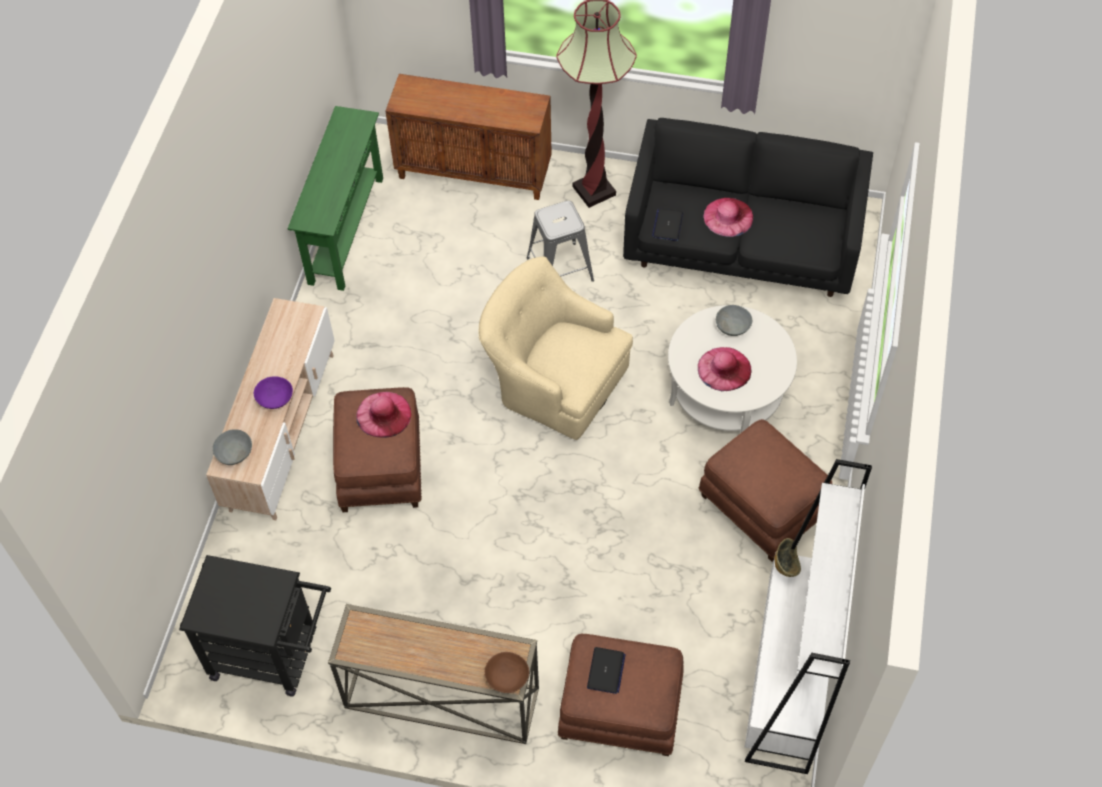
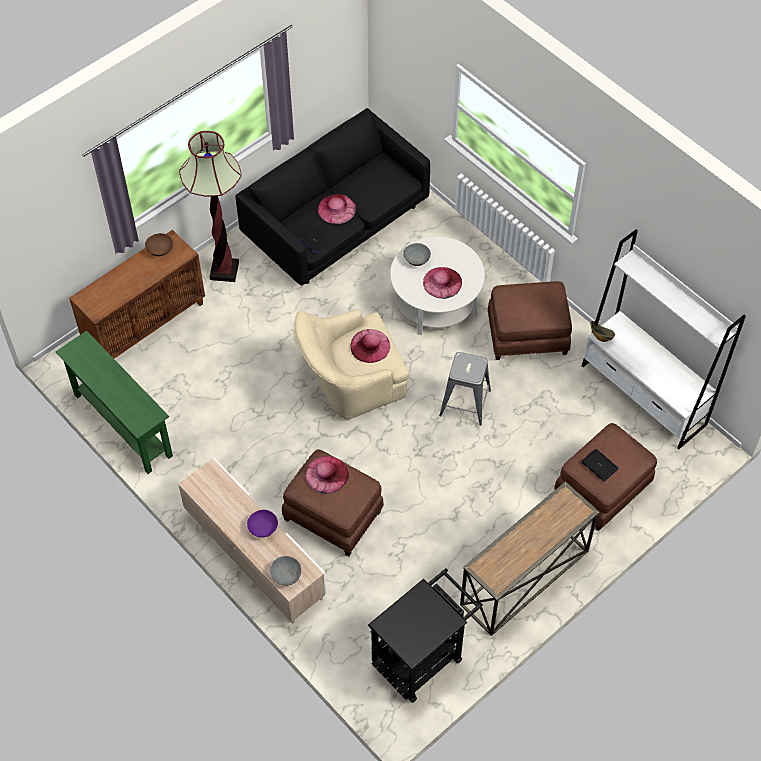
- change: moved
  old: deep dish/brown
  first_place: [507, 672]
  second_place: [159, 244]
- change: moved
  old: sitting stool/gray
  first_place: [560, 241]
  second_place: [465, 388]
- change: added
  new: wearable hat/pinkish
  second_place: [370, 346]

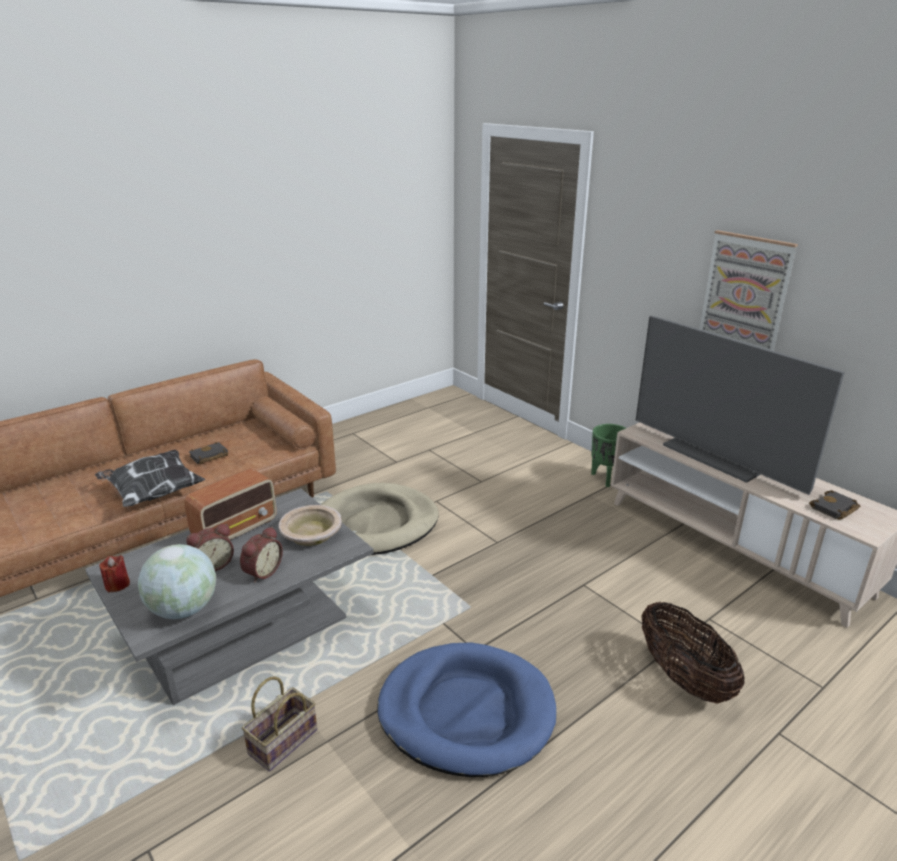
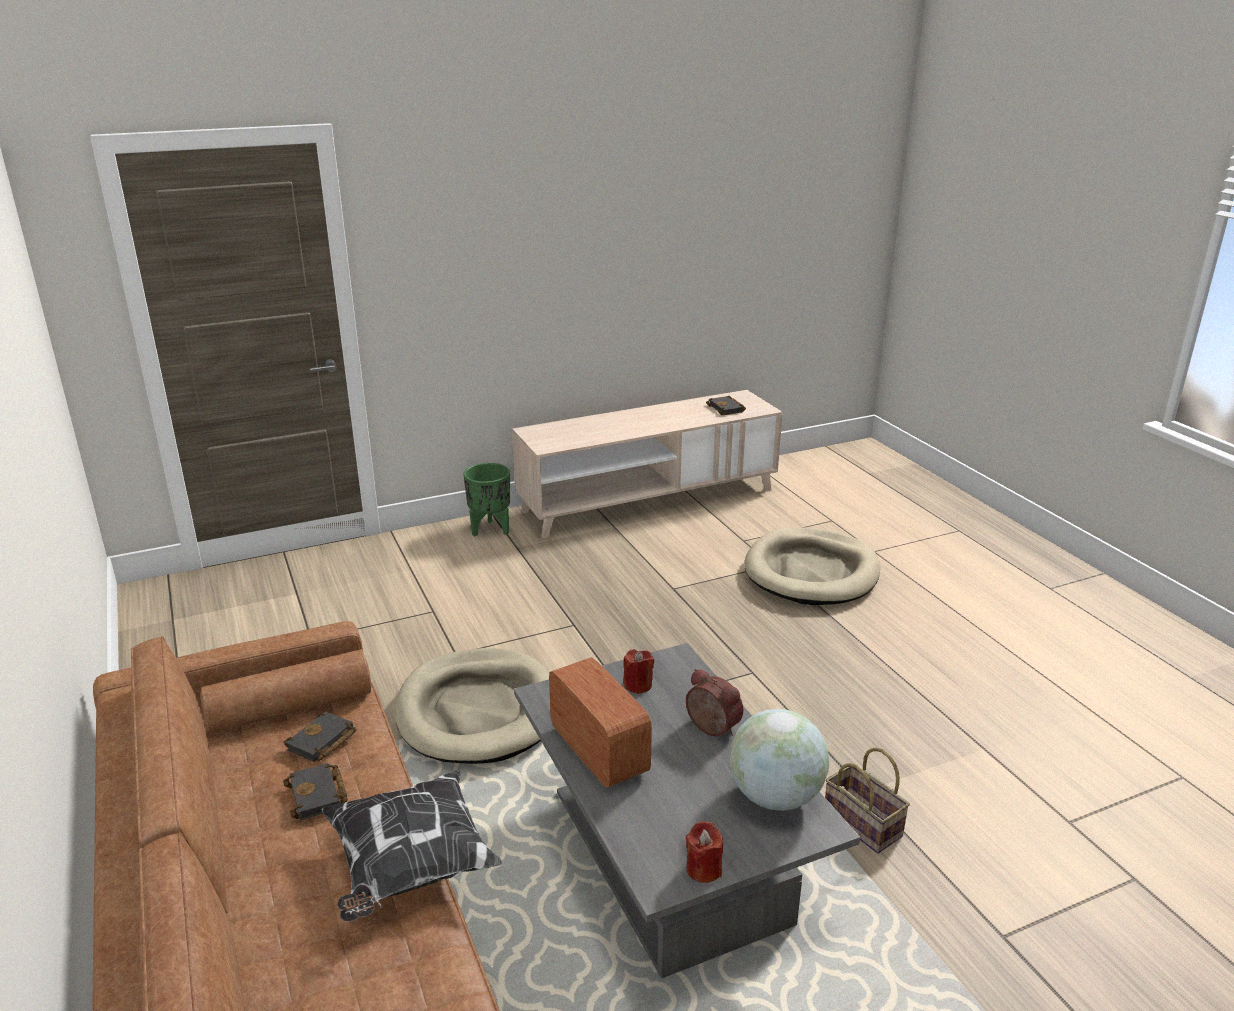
- change: removed
  old: bedside clock
  first_place: [210, 547]
- change: replaced
  old: deep dish/sand-coloured
  new: wax light/reddish
  first_place: [310, 525]
  second_place: [638, 671]
- change: removed
  old: pet bed/bluish
  first_place: [467, 710]
- change: removed
  old: TV
  first_place: [740, 405]
- change: replaced
  old: storage basket
  new: pet bed/sand-coloured
  first_place: [693, 652]
  second_place: [812, 566]
- change: removed
  old: wall picture
  first_place: [749, 290]
- change: added
  new: bound book/blackish
  second_place: [320, 736]

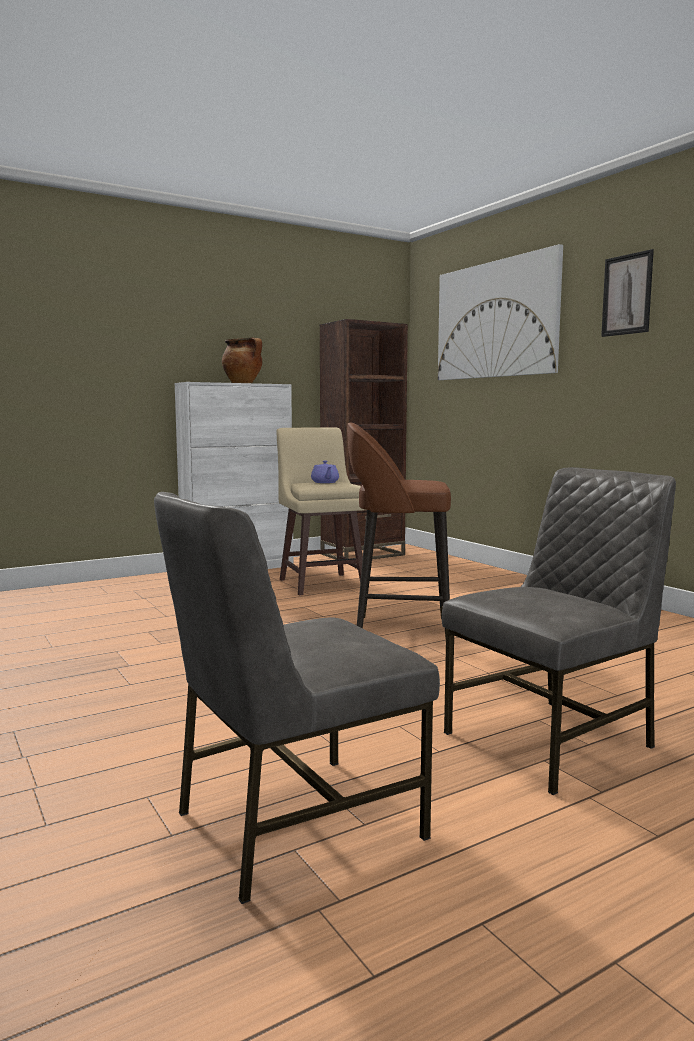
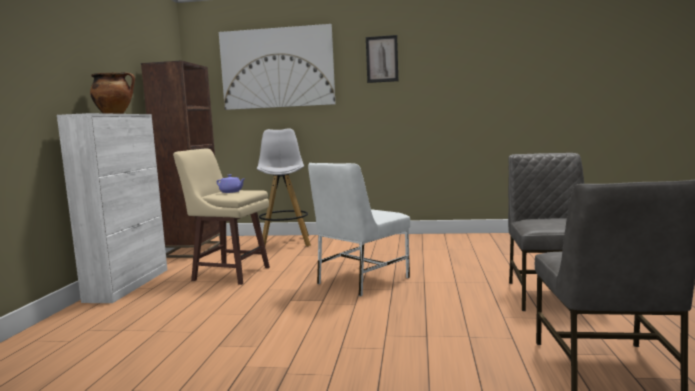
- change: replaced
  old: sitting stool/brown
  new: upright chair/white
  first_place: [399, 530]
  second_place: [359, 230]
- change: added
  new: sitting stool/white
  second_place: [284, 187]

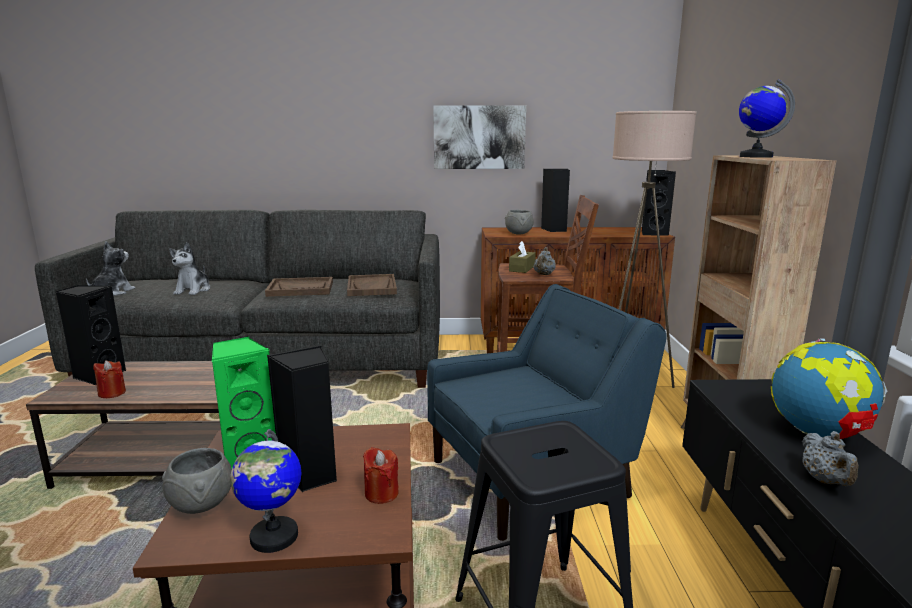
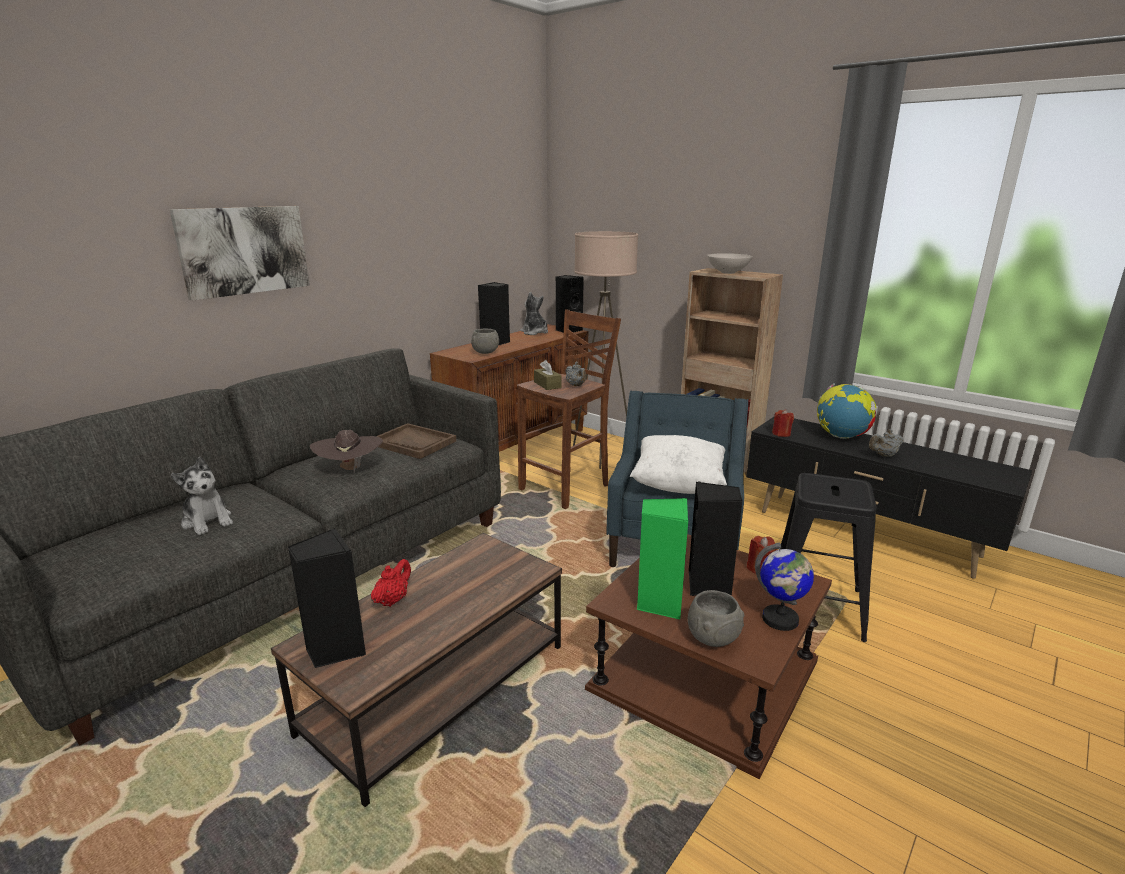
- change: moved
  old: soft toy
  first_place: [110, 268]
  second_place: [534, 313]
- change: moved
  old: wax light/reddish
  first_place: [109, 379]
  second_place: [783, 423]
- change: replaced
  old: tray/brown
  new: wearable hat/brown
  first_place: [299, 287]
  second_place: [346, 451]
- change: moved
  old: wall picture
  first_place: [479, 137]
  second_place: [240, 253]
- change: replaced
  old: globe
  new: deep dish/white
  first_place: [767, 118]
  second_place: [730, 263]
- change: turned
  old: tea pot/gray
  first_place: [830, 458]
  second_place: [886, 443]
  degrees: 120
- change: added
  new: tea pot/reddish
  second_place: [391, 583]
- change: added
  new: pillow/white
  second_place: [678, 464]

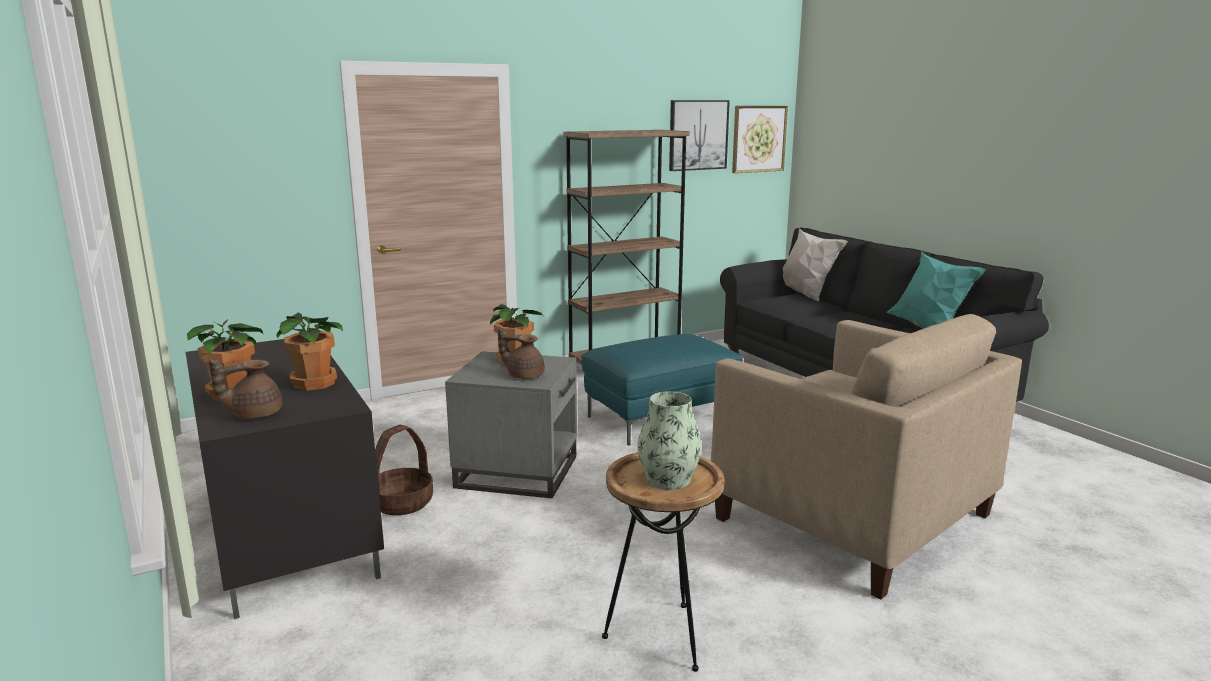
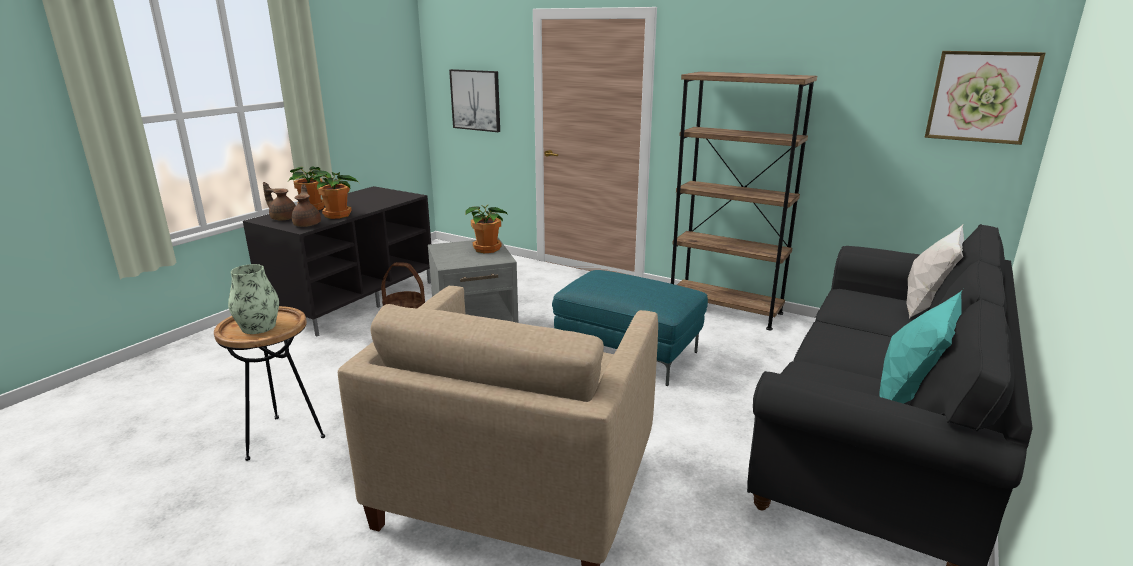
- change: moved
  old: tea pot/brown
  first_place: [521, 353]
  second_place: [306, 205]
- change: moved
  old: wall picture
  first_place: [699, 135]
  second_place: [474, 100]

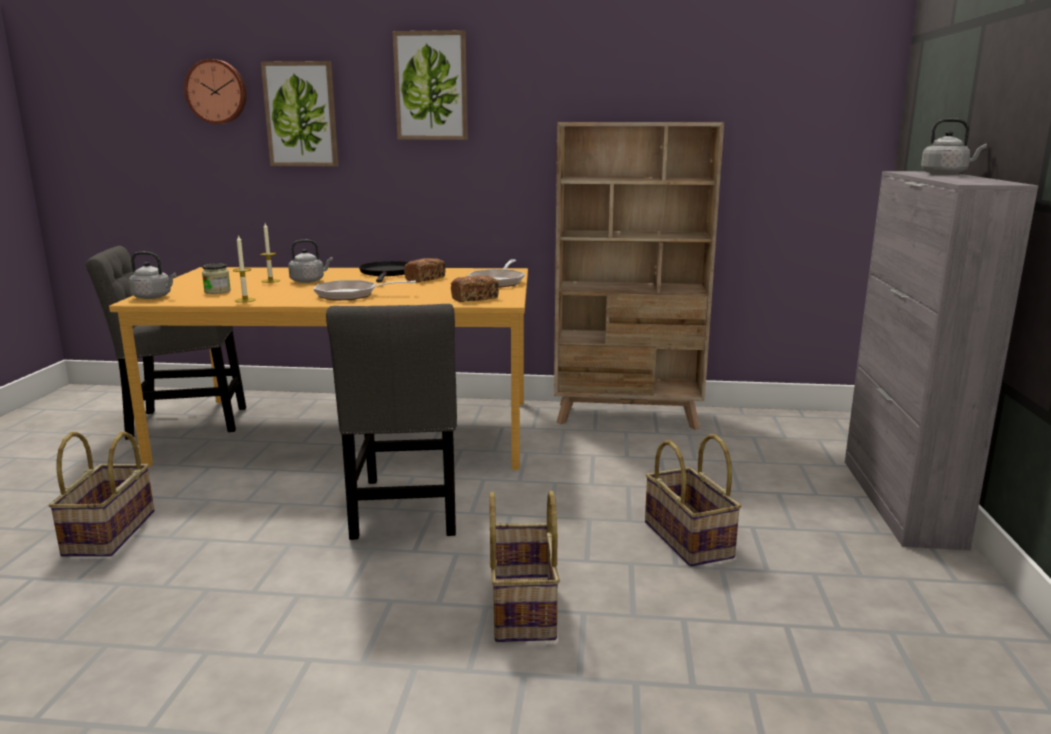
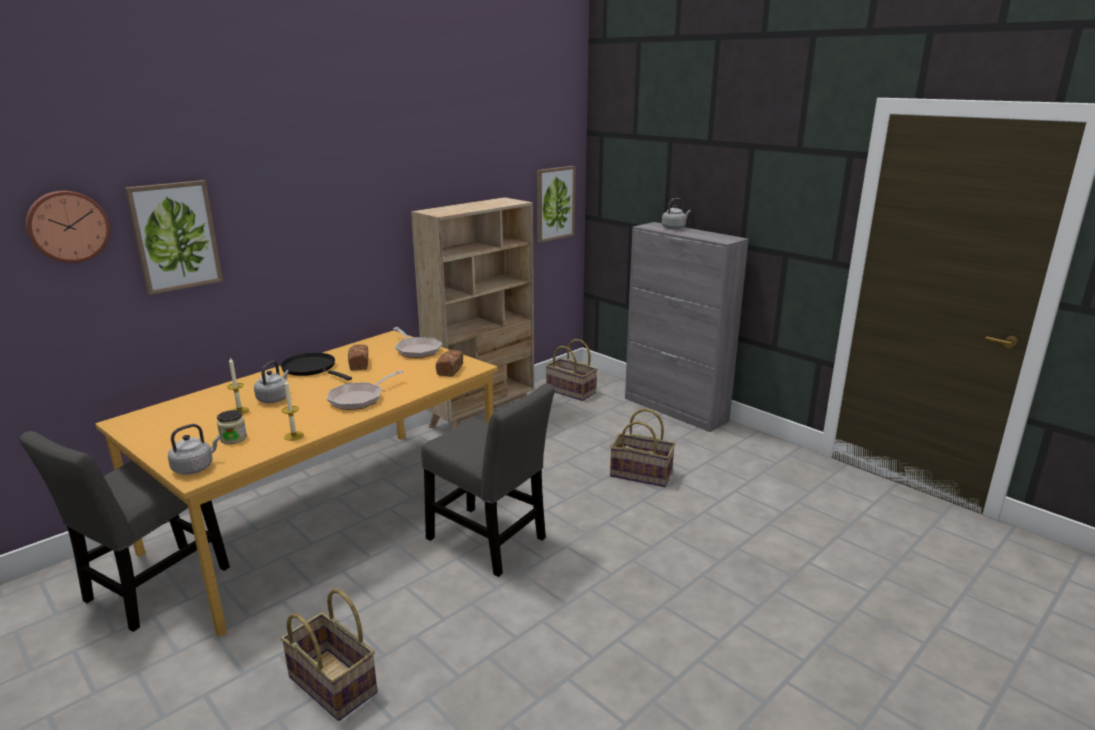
- change: moved
  old: wall picture
  first_place: [430, 85]
  second_place: [556, 204]
- change: moved
  old: storage basket
  first_place: [524, 566]
  second_place: [571, 370]

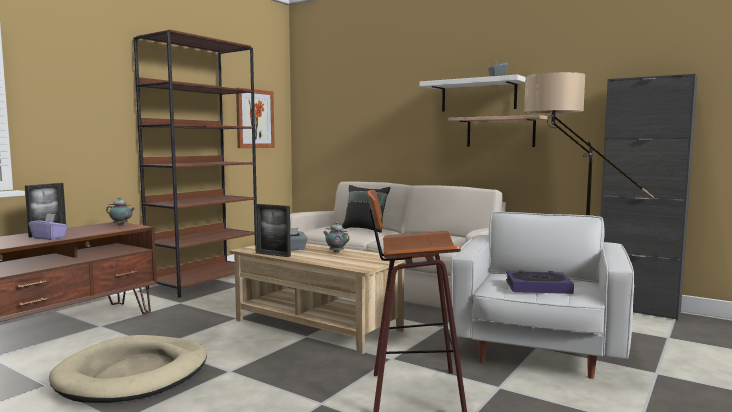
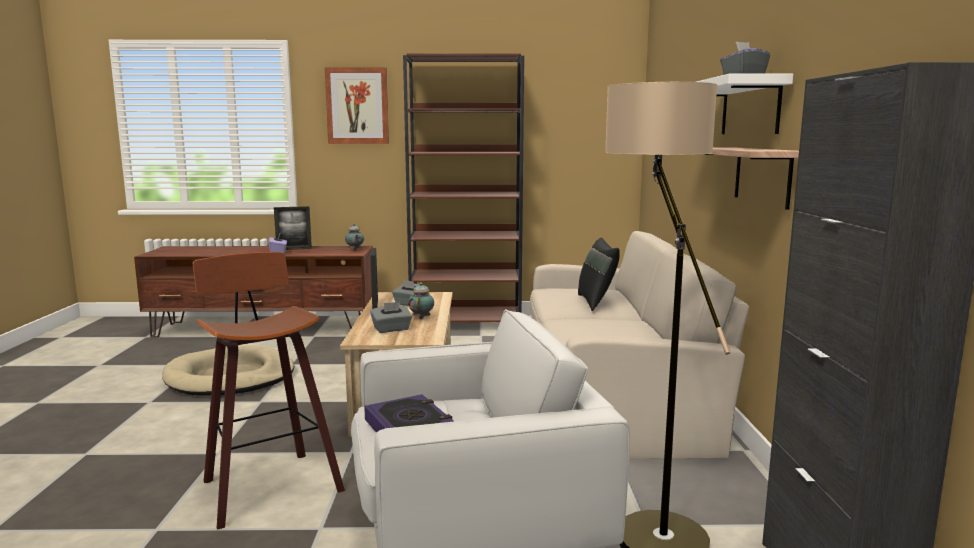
- change: moved
  old: wall picture
  first_place: [255, 118]
  second_place: [357, 106]
- change: added
  new: tissue holder/gray
  second_place: [391, 317]

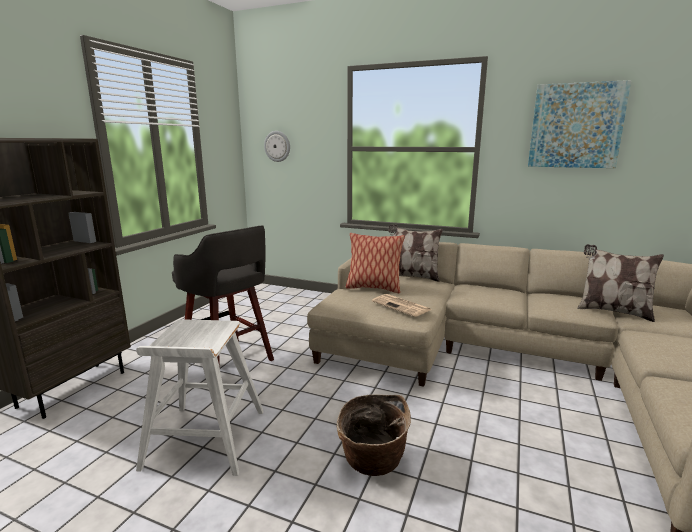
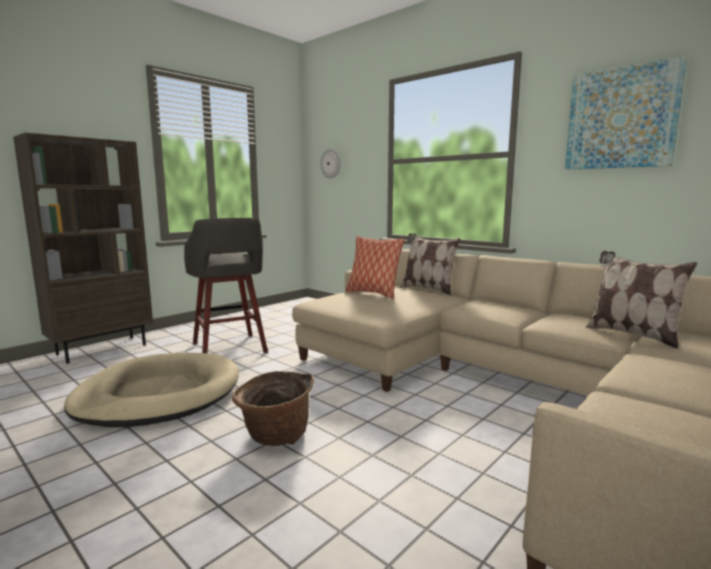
- change: replaced
  old: sitting stool/white
  new: pet bed/sand-coloured
  first_place: [200, 397]
  second_place: [151, 390]
- change: removed
  old: printed paper
  first_place: [401, 305]

